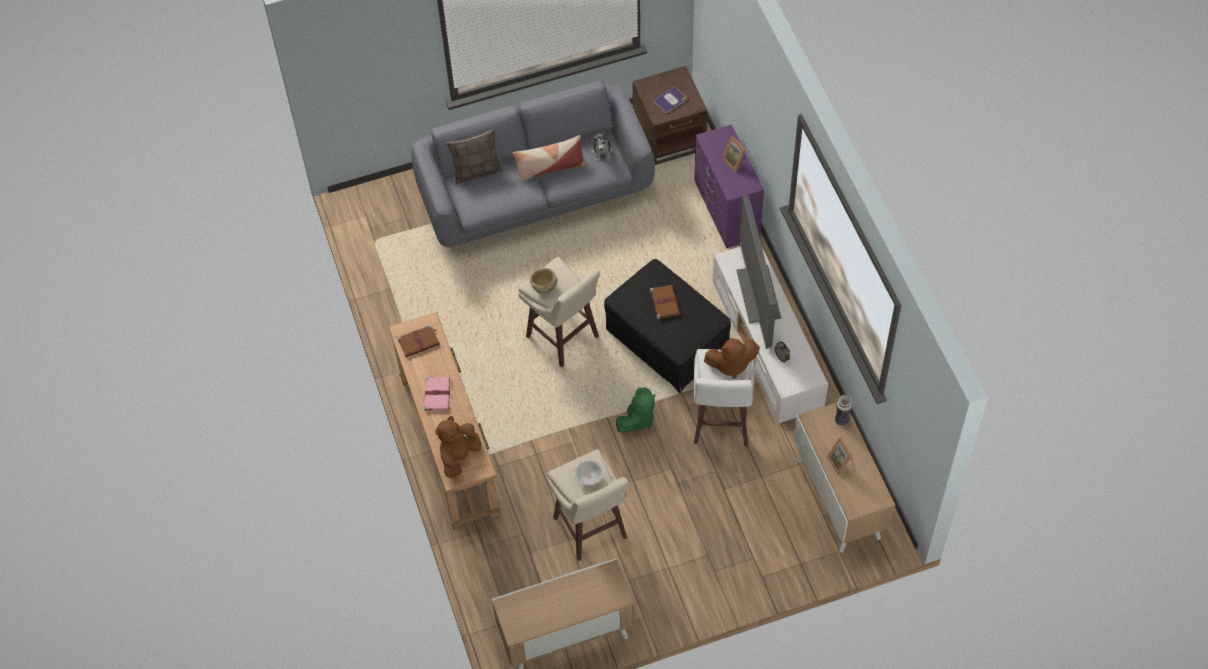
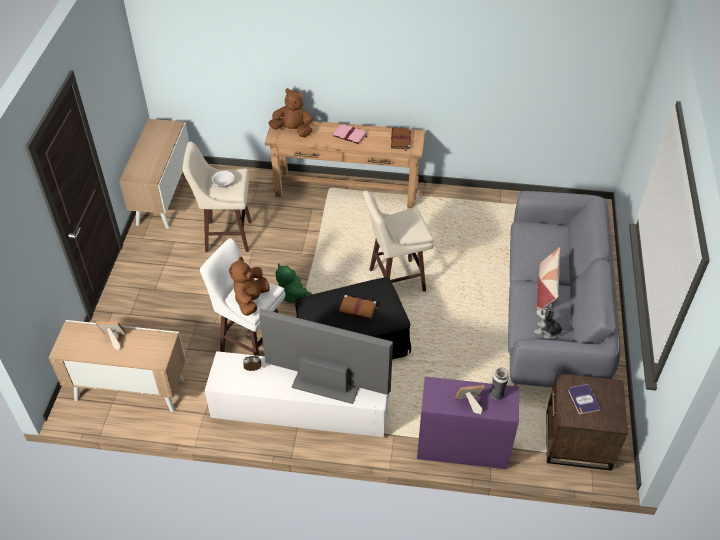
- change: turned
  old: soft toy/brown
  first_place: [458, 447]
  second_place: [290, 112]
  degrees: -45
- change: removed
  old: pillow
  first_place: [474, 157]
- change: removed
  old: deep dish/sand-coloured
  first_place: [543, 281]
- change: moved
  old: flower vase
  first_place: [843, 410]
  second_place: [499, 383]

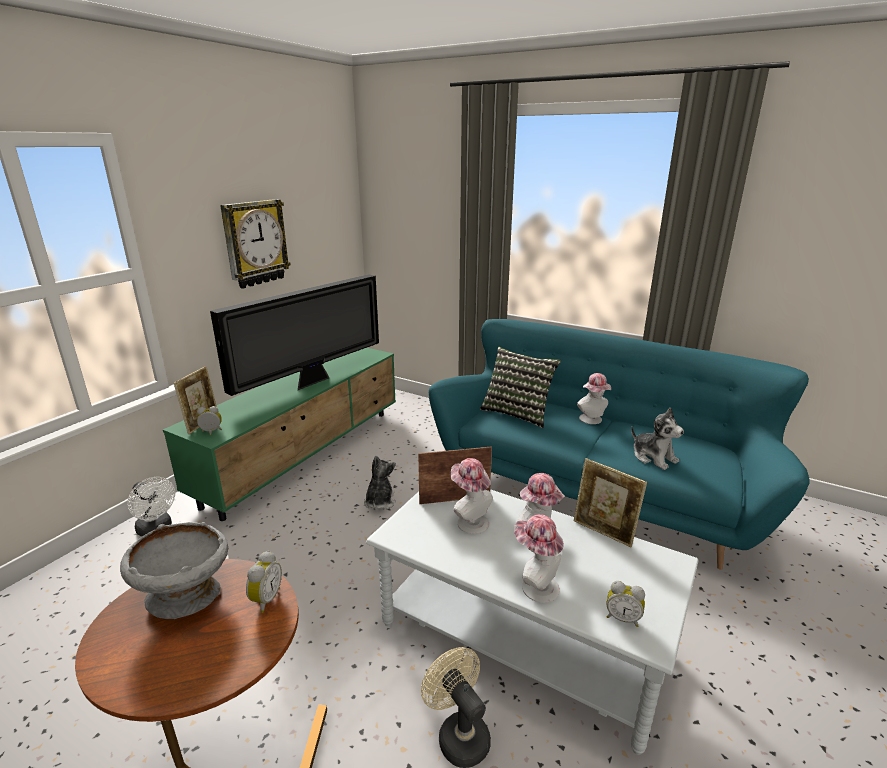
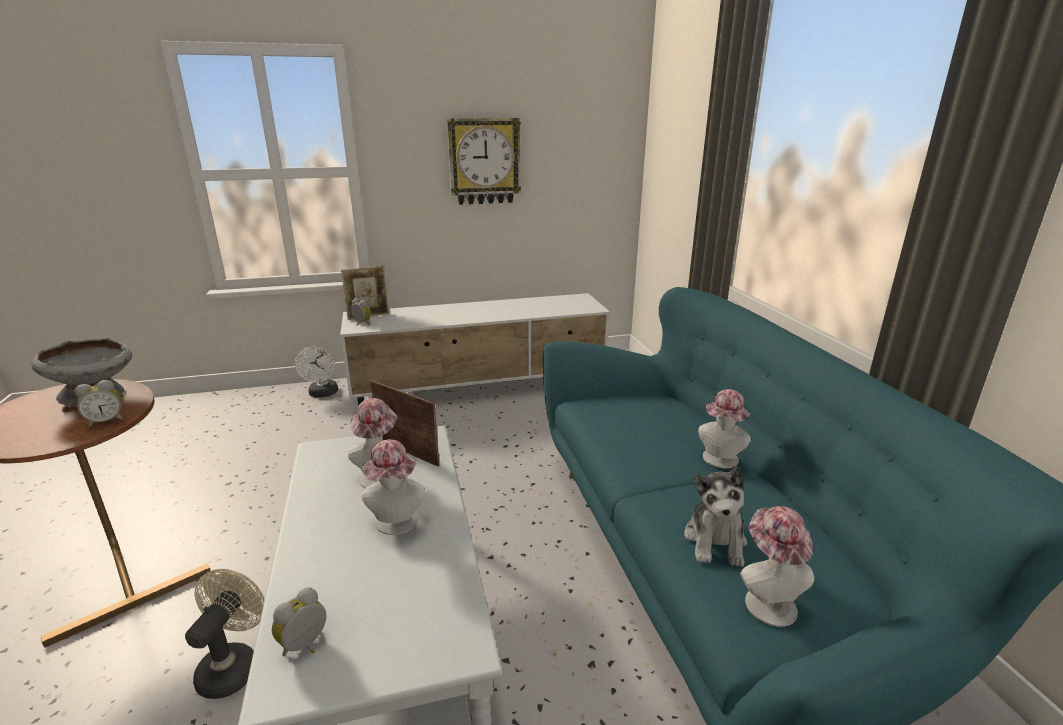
- change: recoloured
  old: media console/green
  new: media console/white
  first_place: [279, 434]
  second_place: [475, 349]
- change: removed
  old: TV
  first_place: [294, 335]
- change: removed
  old: soft toy
  first_place: [380, 483]
- change: removed
  old: pillow
  first_place: [520, 387]
- change: moved
  old: wearable hat
  first_place: [539, 558]
  second_place: [777, 566]
- change: removed
  old: picture frame
  first_place: [610, 502]
- change: turned
  old: bedside clock
  first_place: [626, 604]
  second_place: [299, 621]
  degrees: 60

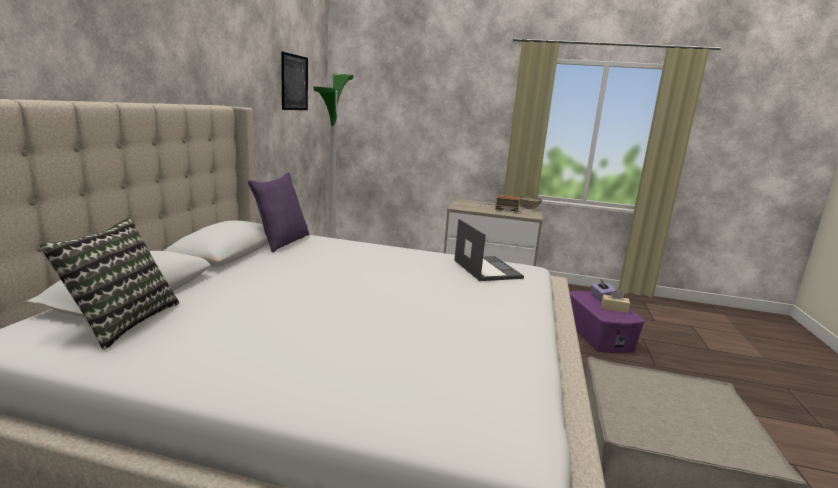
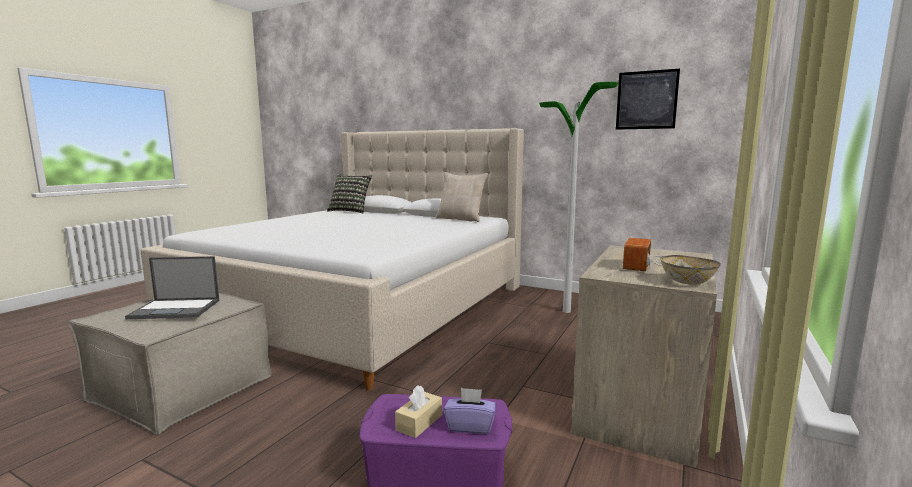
- change: recoloured
  old: pillow/purplish
  new: pillow/sand-coloured
  first_place: [278, 212]
  second_place: [461, 197]
- change: moved
  old: notebook computer
  first_place: [489, 250]
  second_place: [172, 287]

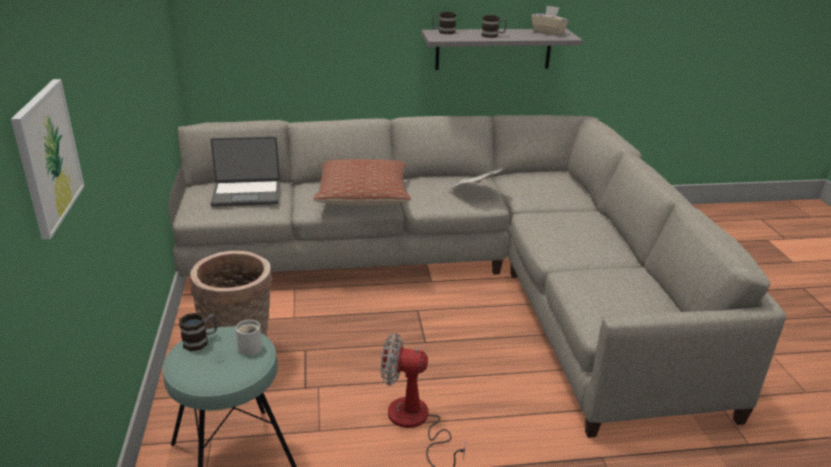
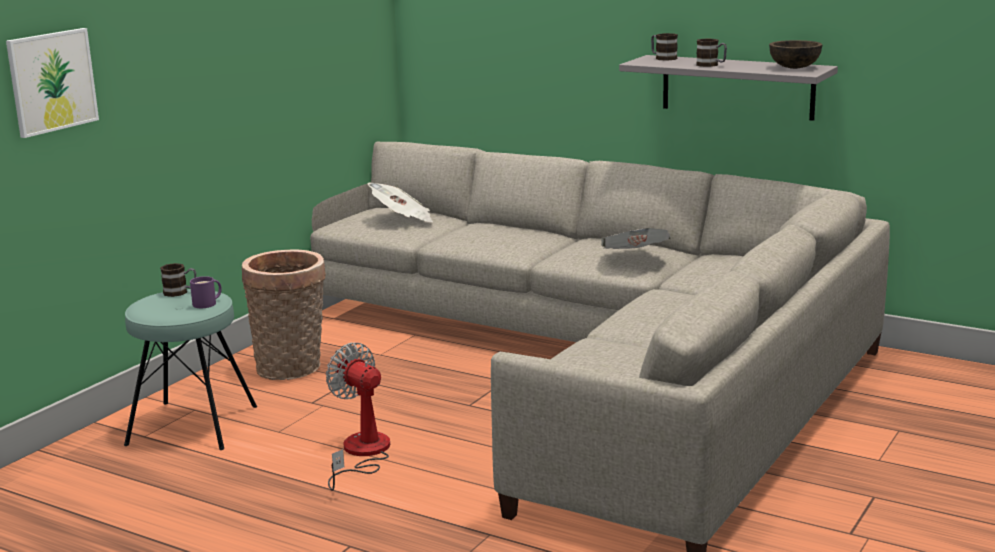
- change: replaced
  old: notebook computer
  new: printed paper
  first_place: [245, 171]
  second_place: [400, 202]
- change: recoloured
  old: tea mug/white
  new: tea mug/purplish
  first_place: [248, 338]
  second_place: [206, 292]
- change: removed
  old: pillow
  first_place: [362, 182]
- change: replaced
  old: tissue holder/sand-coloured
  new: deep dish/brown
  first_place: [550, 21]
  second_place: [795, 54]

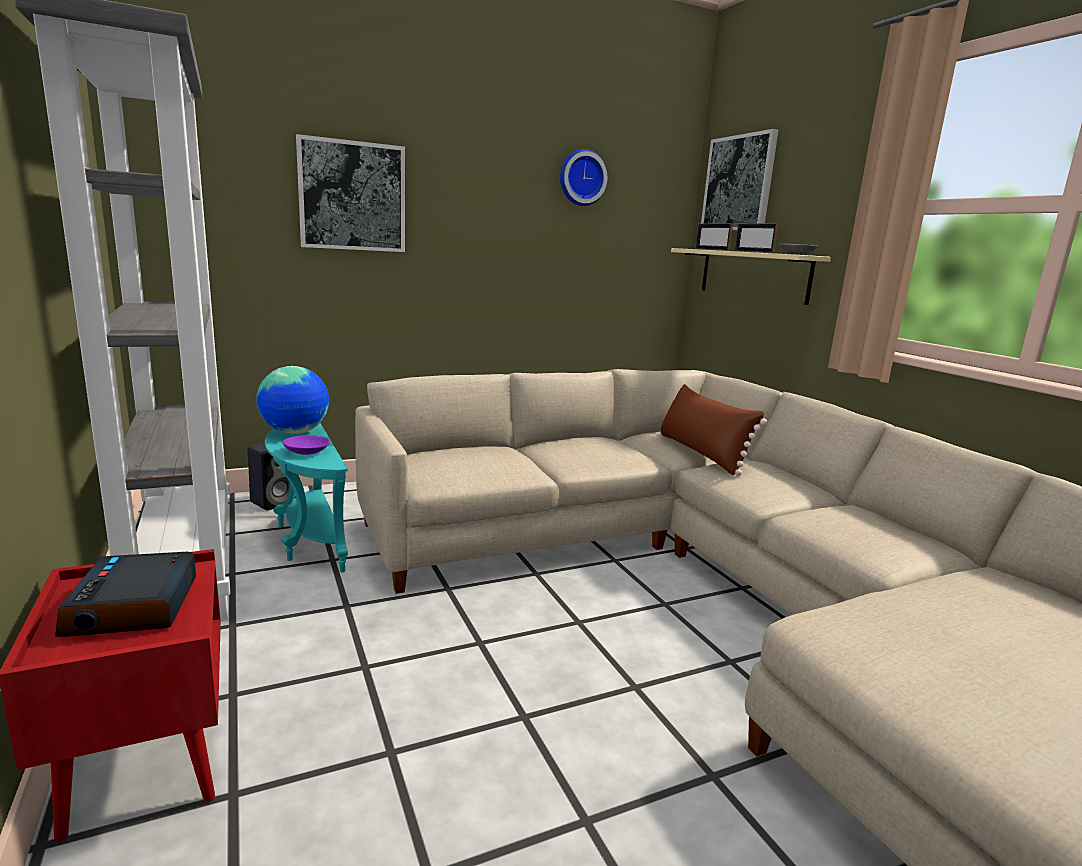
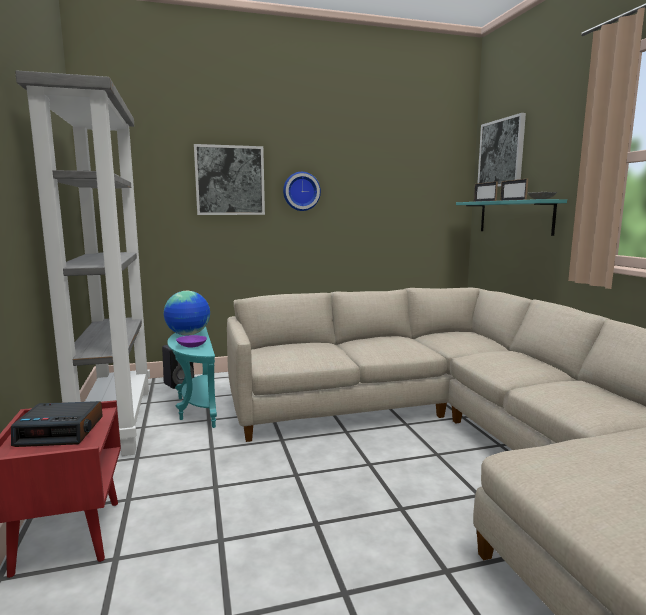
- change: turned
  old: bedside clock
  first_place: [125, 594]
  second_place: [57, 424]
  degrees: -90
- change: moved
  old: hanging clock
  first_place: [583, 177]
  second_place: [302, 191]
- change: removed
  old: pillow/brown
  first_place: [713, 430]
- change: recoloured
  old: shelf/sand-coloured
  new: shelf/turquoise-coloured
  first_place: [751, 276]
  second_place: [511, 217]

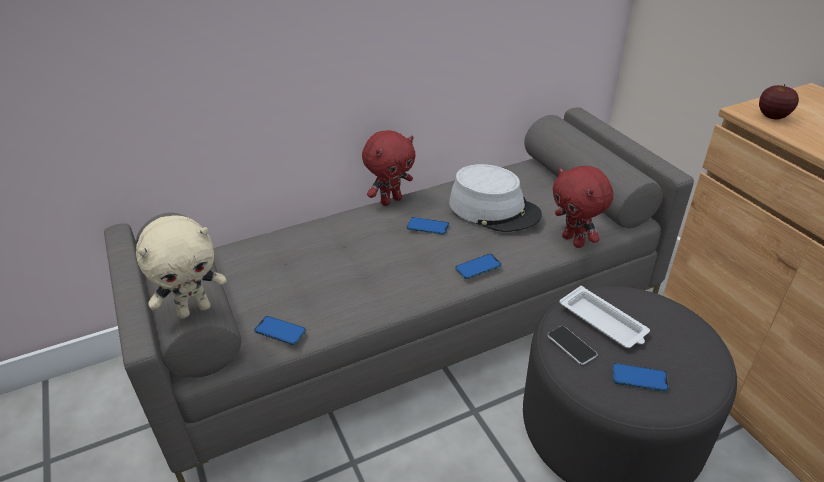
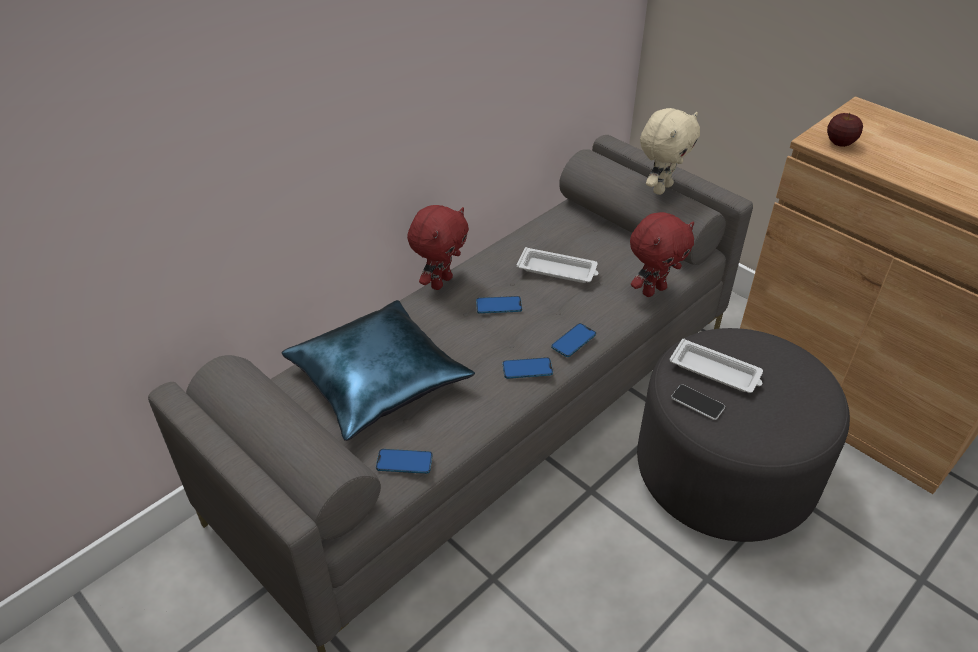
- change: moved
  old: soft toy/sand-coloured
  first_place: [181, 267]
  second_place: [670, 151]
- change: replaced
  old: wearable hat/gray
  new: tray/white
  first_place: [495, 198]
  second_place: [557, 265]
- change: turned
  old: soft toy/reddish
  first_place: [582, 207]
  second_place: [662, 254]
  degrees: -75
- change: moved
  old: handset
  first_place: [640, 377]
  second_place: [527, 368]
- change: added
  new: pillow/bluish
  second_place: [378, 370]

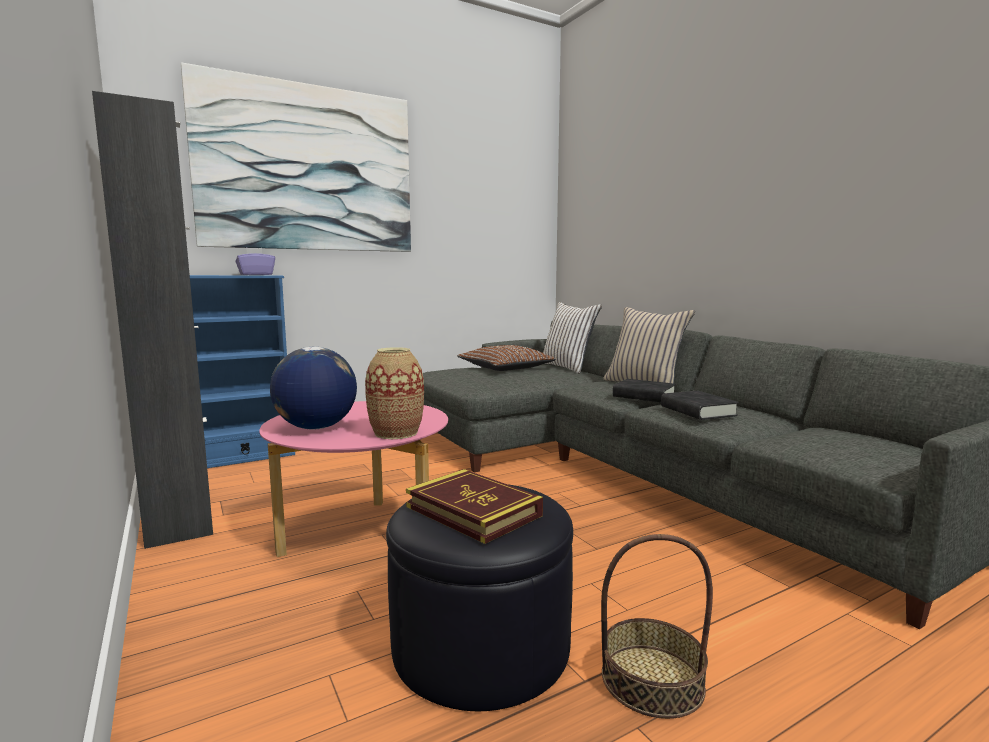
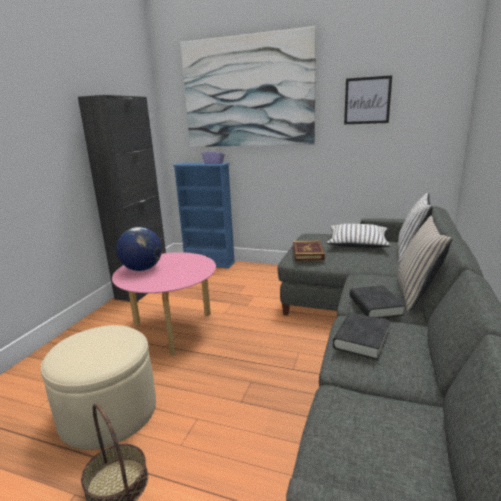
- change: removed
  old: flower vase
  first_place: [394, 393]
- change: recoloured
  old: pouffe/blackish
  new: pouffe/sand-coloured
  first_place: [479, 597]
  second_place: [98, 387]
- change: moved
  old: bound book
  first_place: [474, 506]
  second_place: [309, 250]
- change: recoloured
  old: pillow/brown
  new: pillow/white
  first_place: [506, 358]
  second_place: [358, 236]
- change: added
  new: wall picture
  second_place: [368, 99]

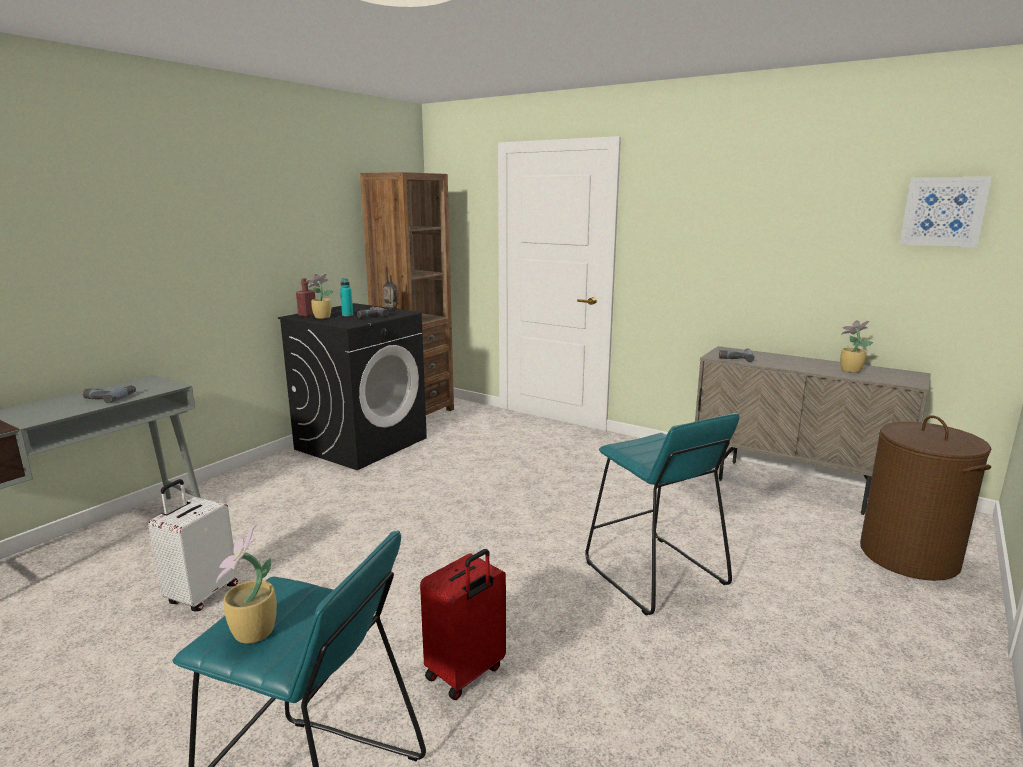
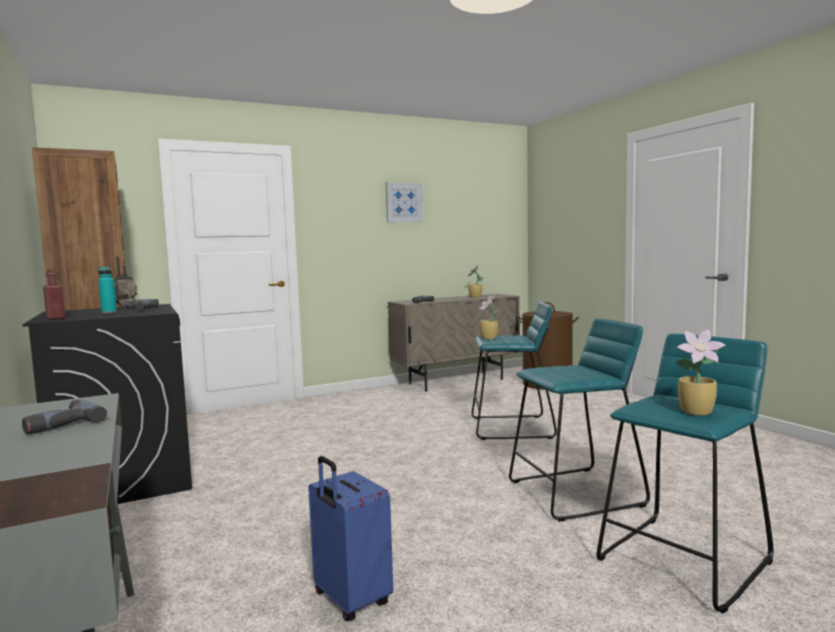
- change: recoloured
  old: travel case/white
  new: travel case/bluish
  first_place: [193, 545]
  second_place: [350, 538]
- change: moved
  old: houseplant
  first_place: [320, 296]
  second_place: [488, 317]
- change: replaced
  old: travel case/reddish
  new: sitting stool/turquoise-coloured
  first_place: [463, 624]
  second_place: [579, 419]
- change: moved
  old: wall picture
  first_place: [946, 211]
  second_place: [404, 202]

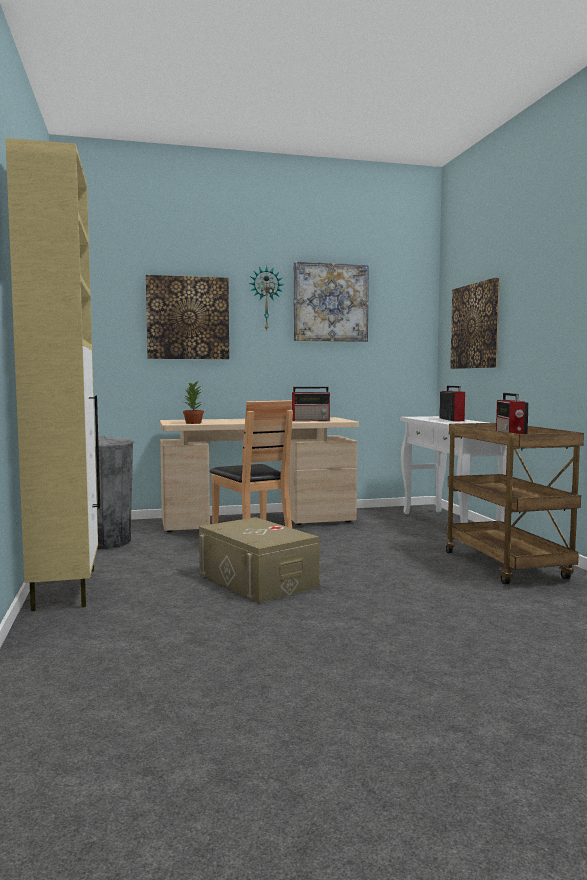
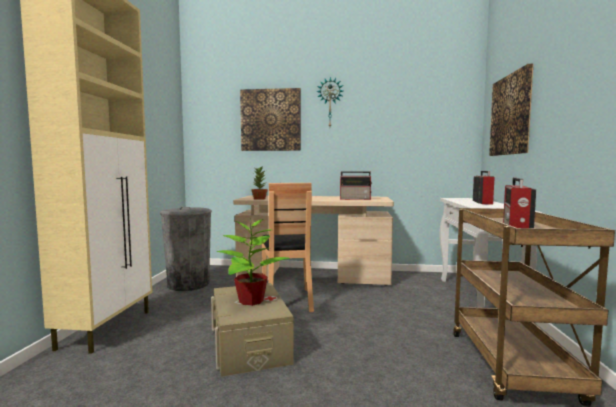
- change: removed
  old: wall picture
  first_place: [331, 302]
- change: added
  new: houseplant
  second_place: [253, 262]

